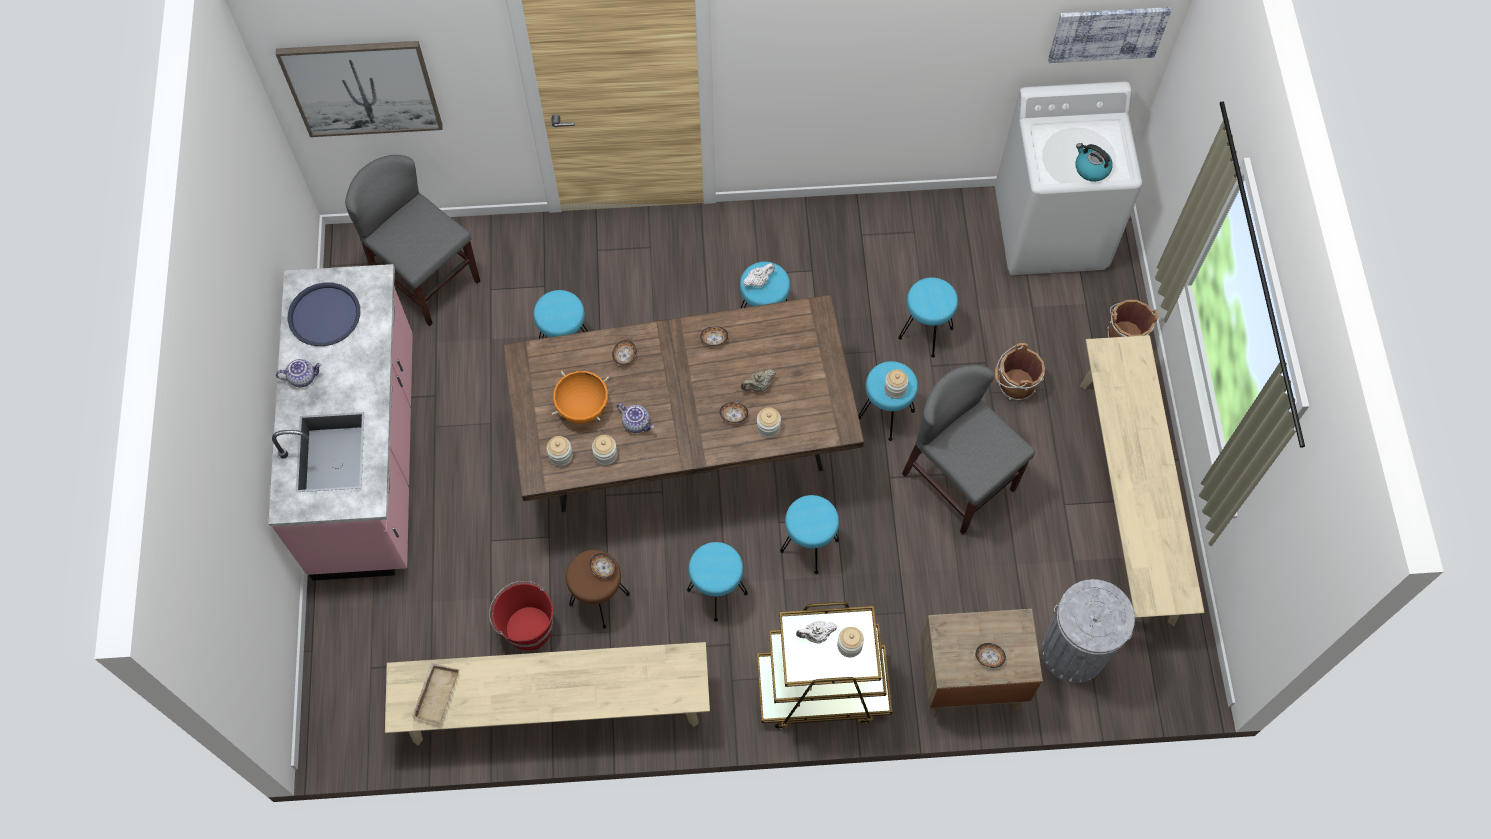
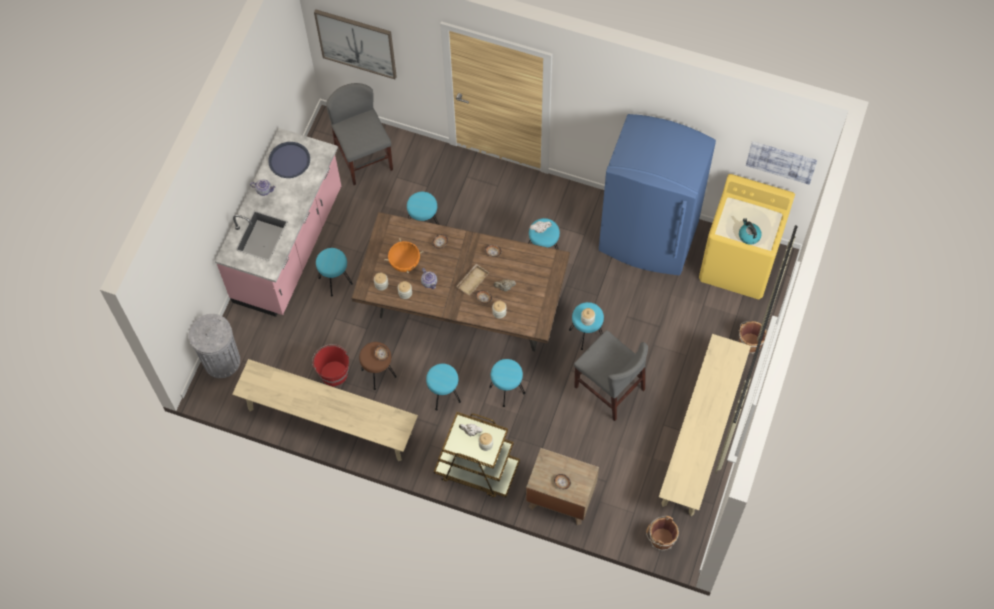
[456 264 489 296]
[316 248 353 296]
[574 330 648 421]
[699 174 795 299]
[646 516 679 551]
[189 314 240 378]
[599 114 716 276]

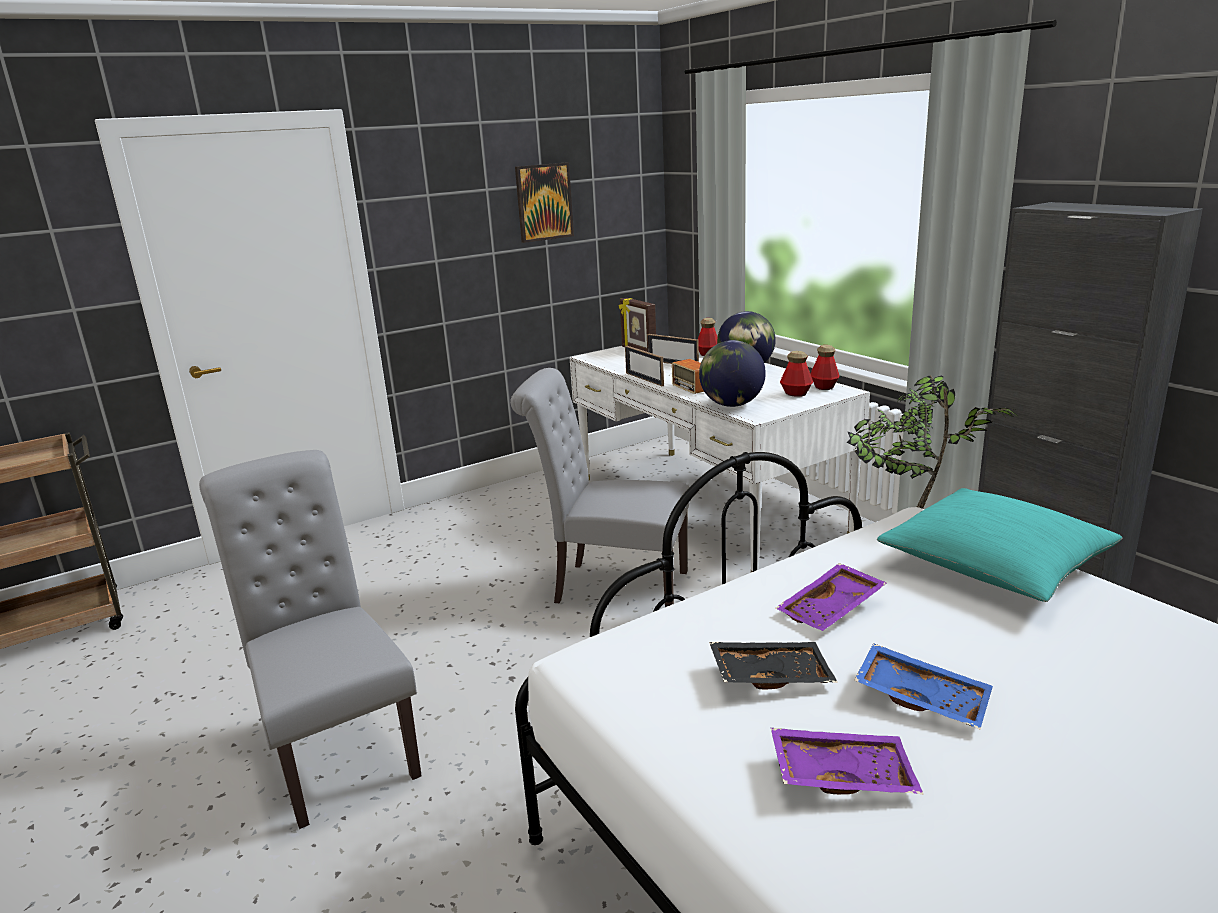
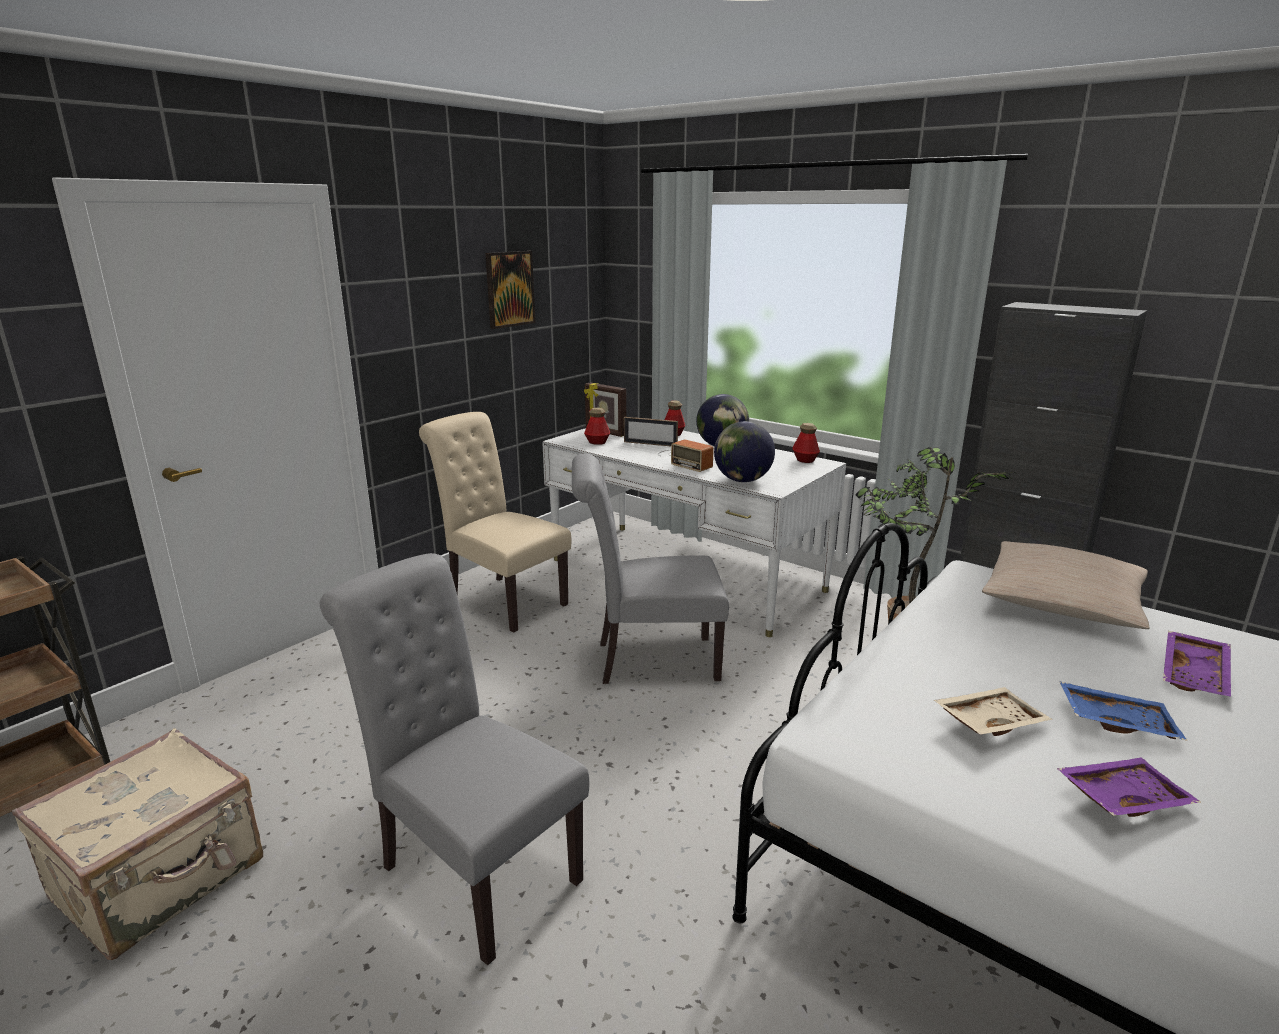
[625 346 664 386] (first image)
[934 687 1053 736]
[1163 631 1231 697]
[584 408 610 445]
[982 541 1149 629]
[12 728 263 960]
[419 412 571 632]

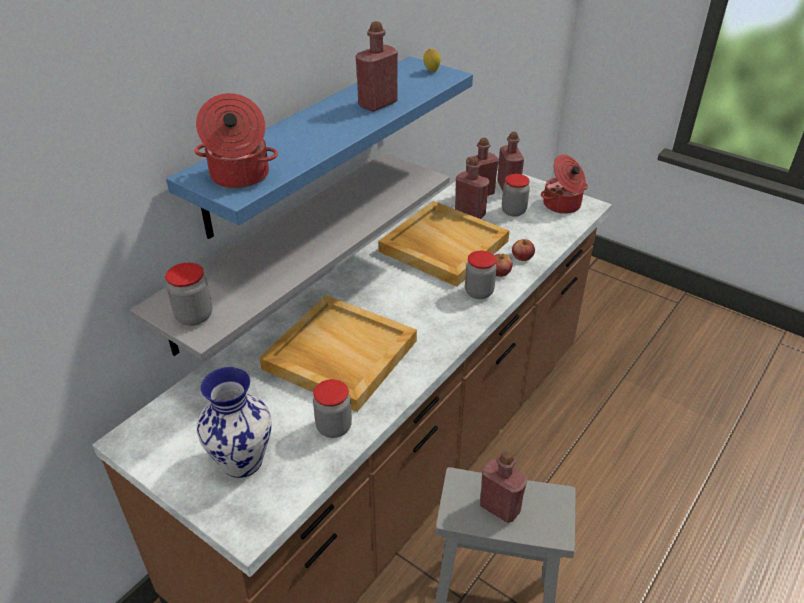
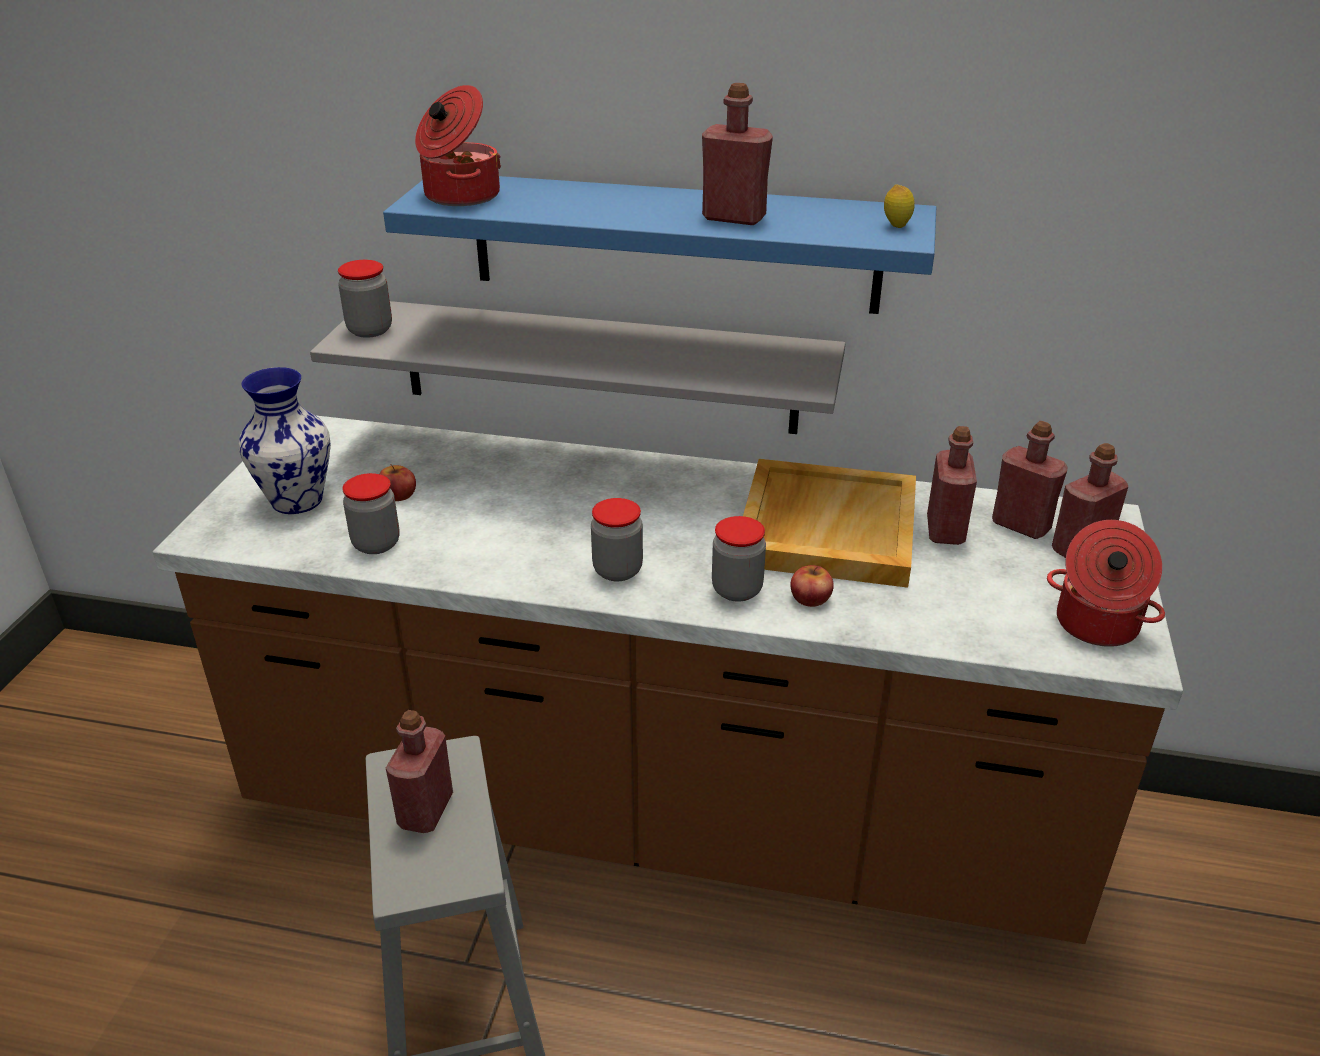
[259 295 417 412] (first image)
[591 498 643 582]
[380 464 416 501]

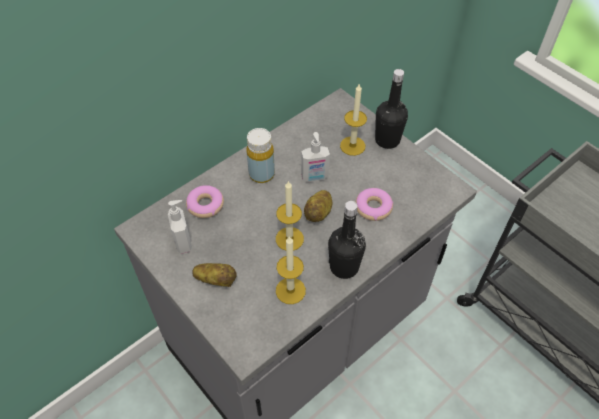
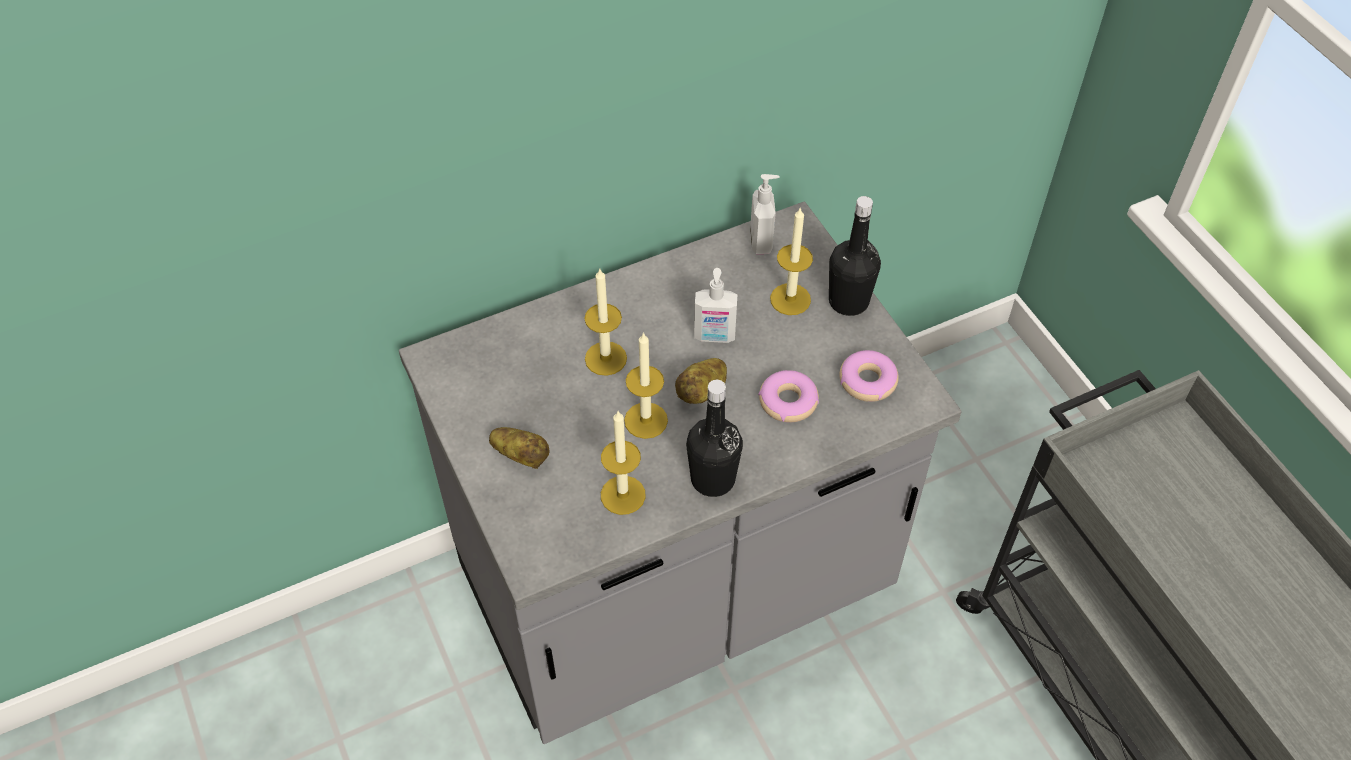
[750 174 780 254]
[839 350 899 402]
[247 128 275 183] (first image)
[584 269 627 376]

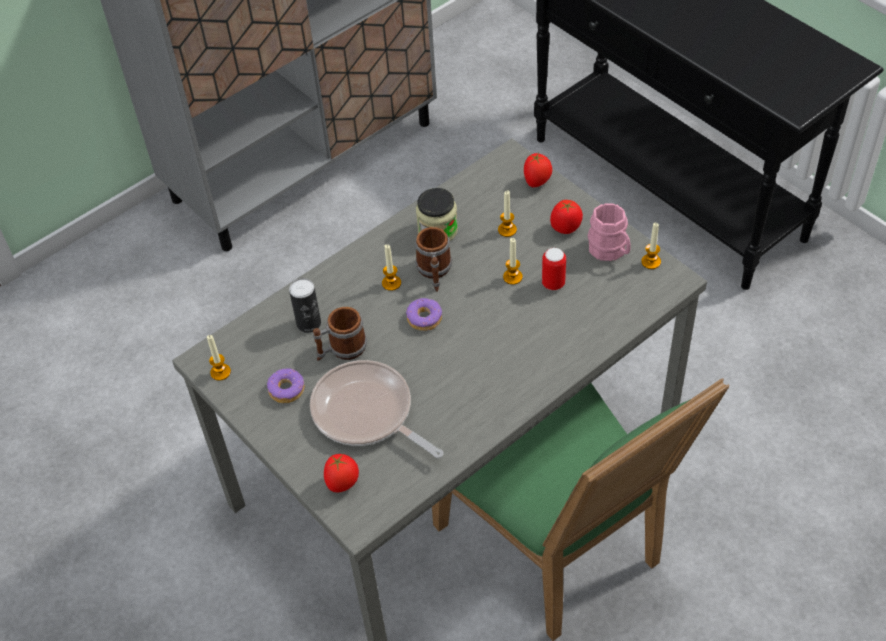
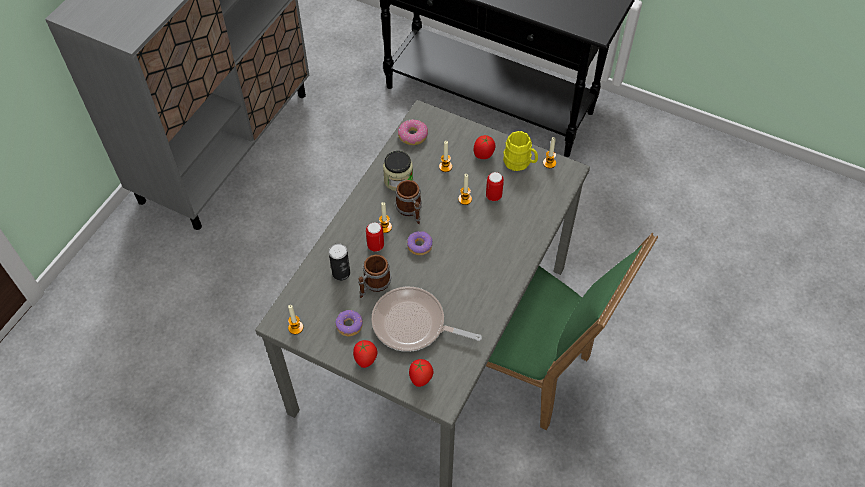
[353 340 377 368]
[503 131 538 171]
[366 222 384 252]
[398 119 428 145]

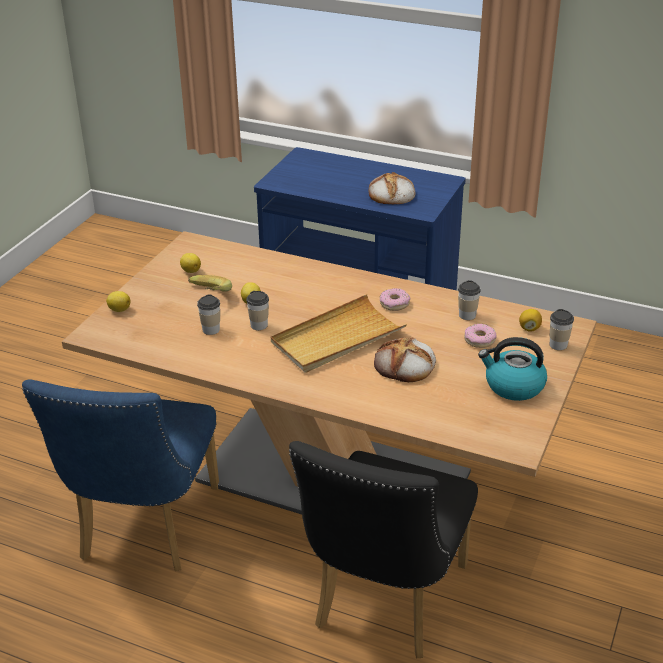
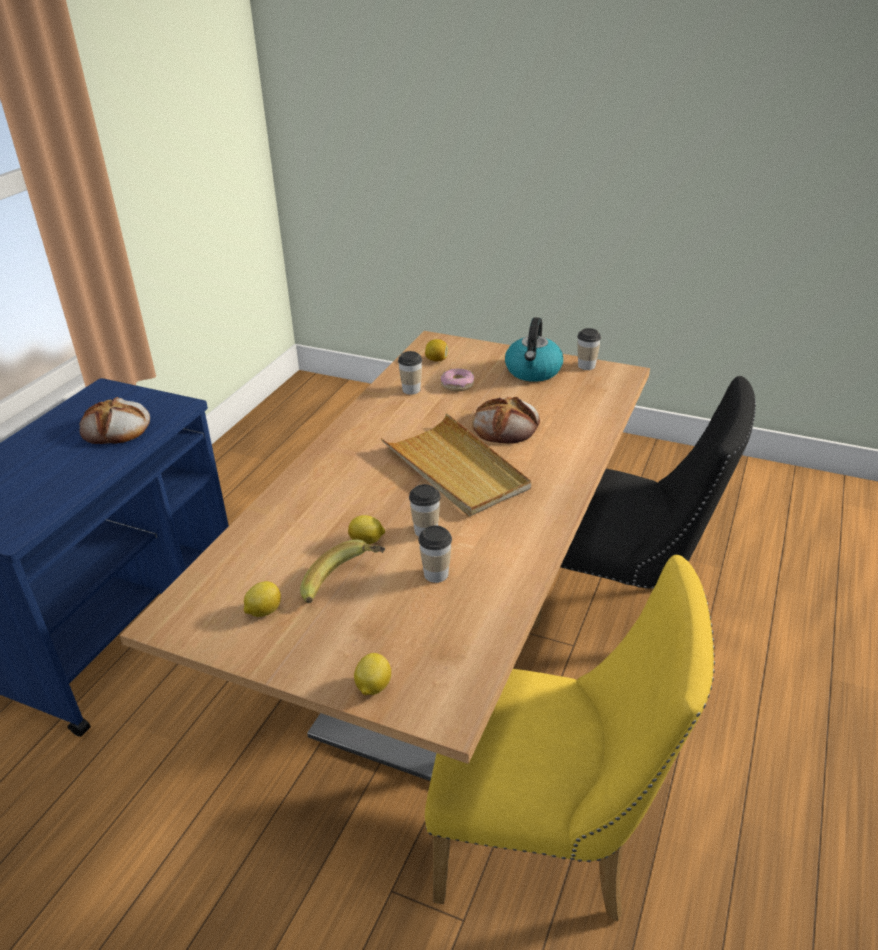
[425 555 715 921]
[380 288 411 311] (first image)
[577 328 601 370]

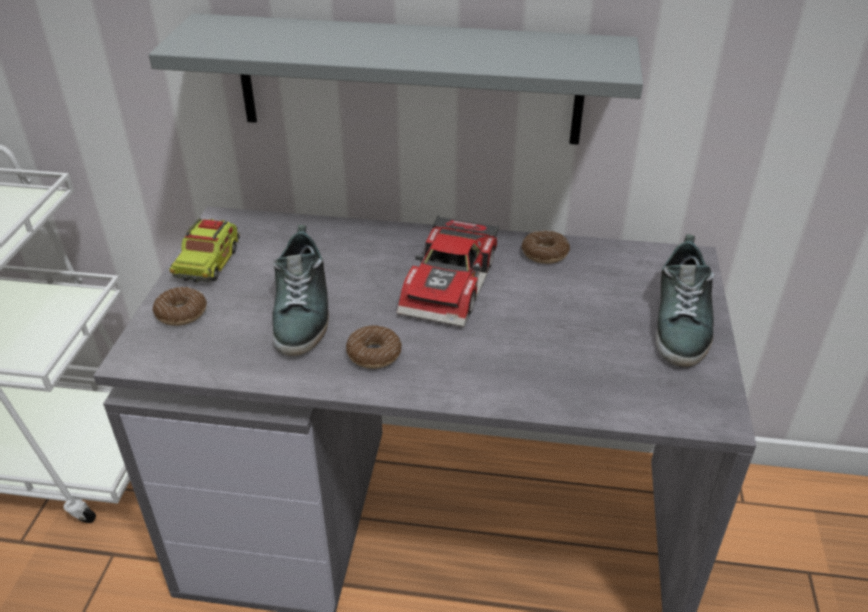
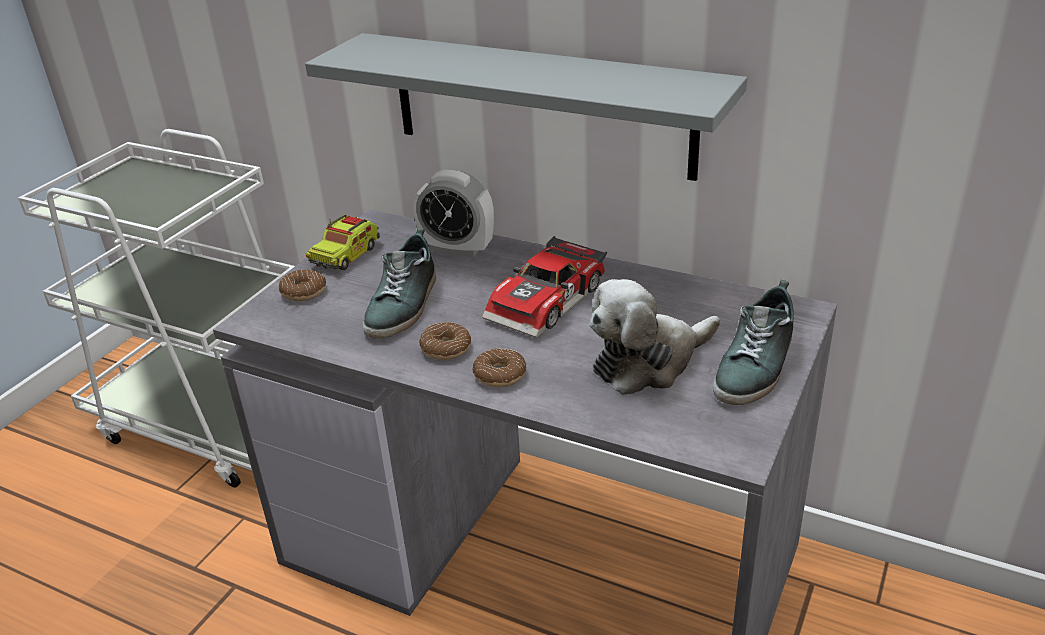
[473 348 526 388]
[414 170 494 257]
[589 279 720 395]

